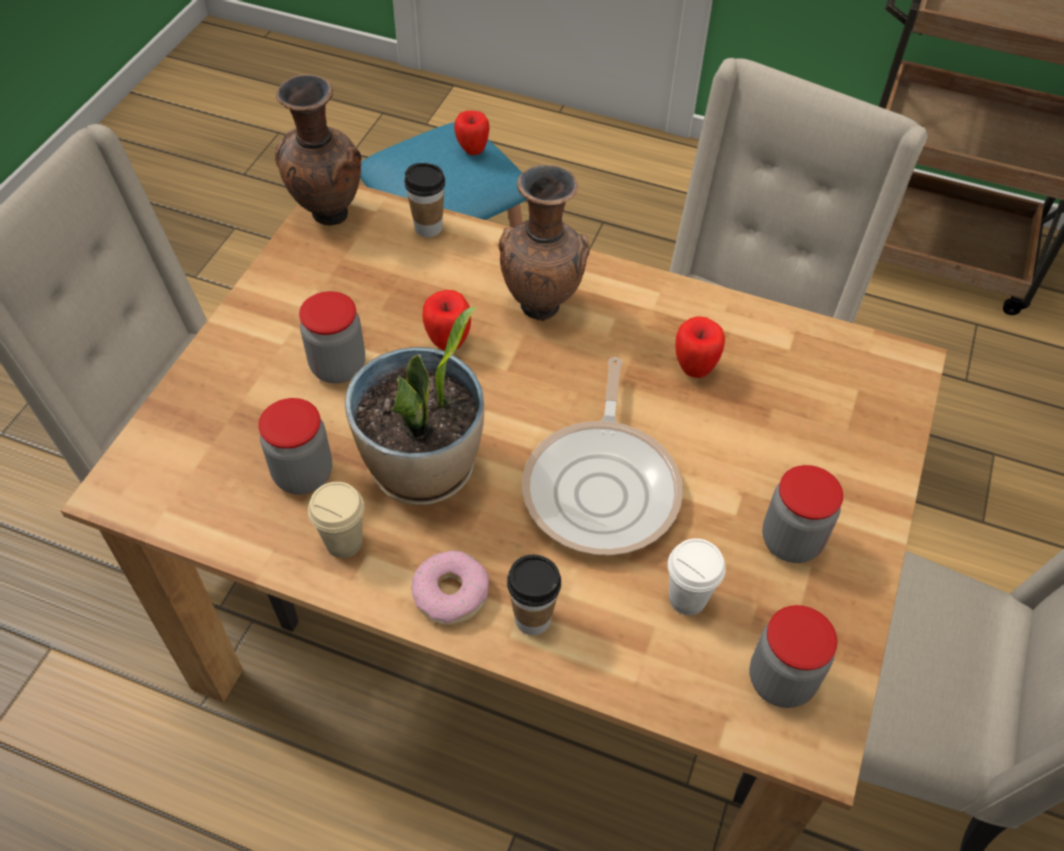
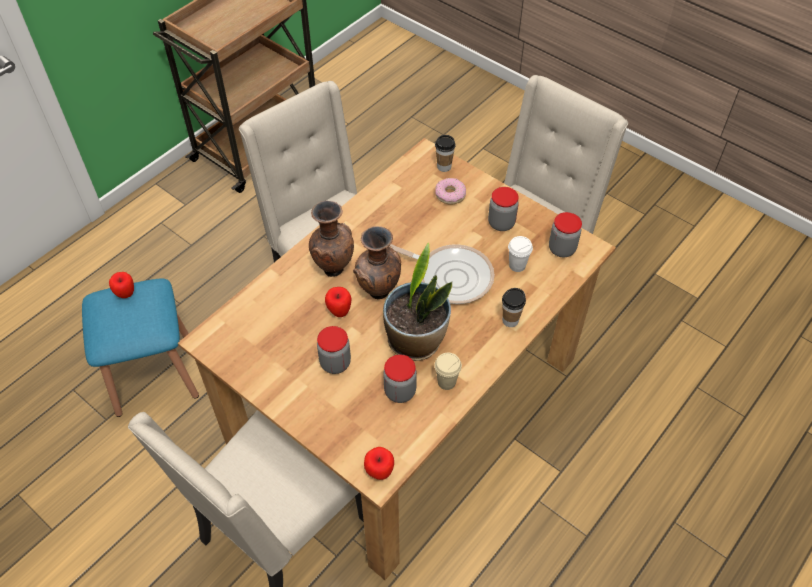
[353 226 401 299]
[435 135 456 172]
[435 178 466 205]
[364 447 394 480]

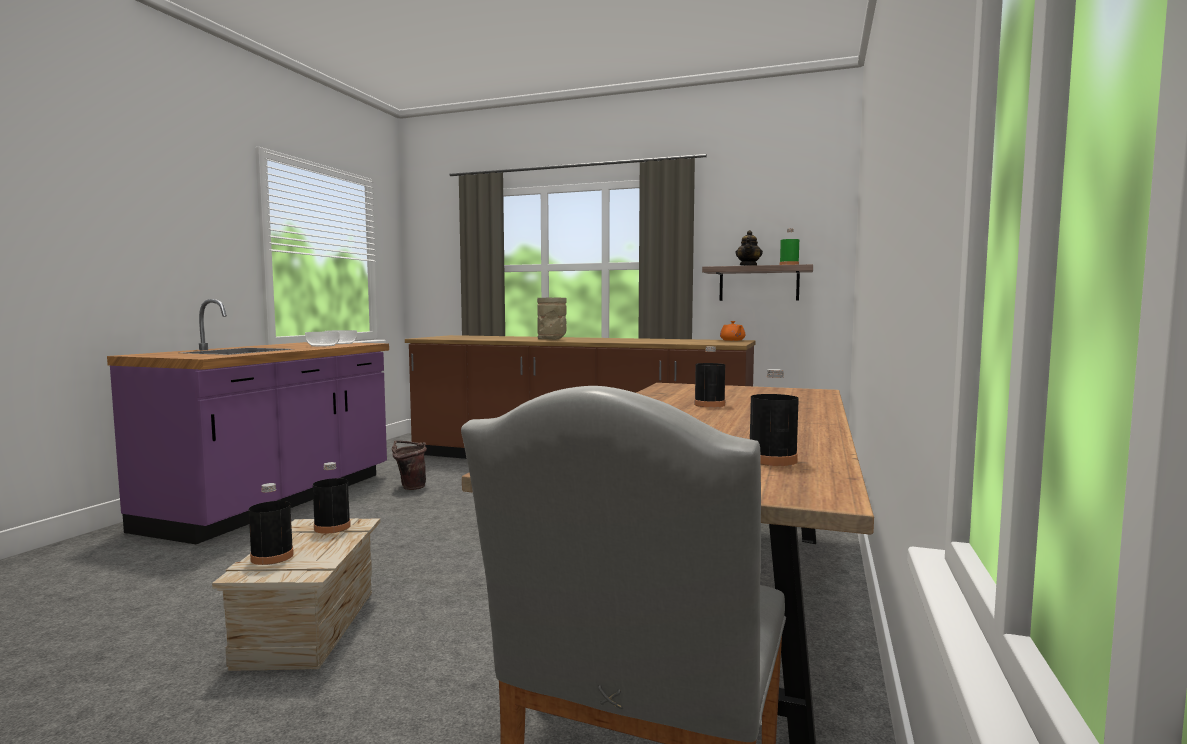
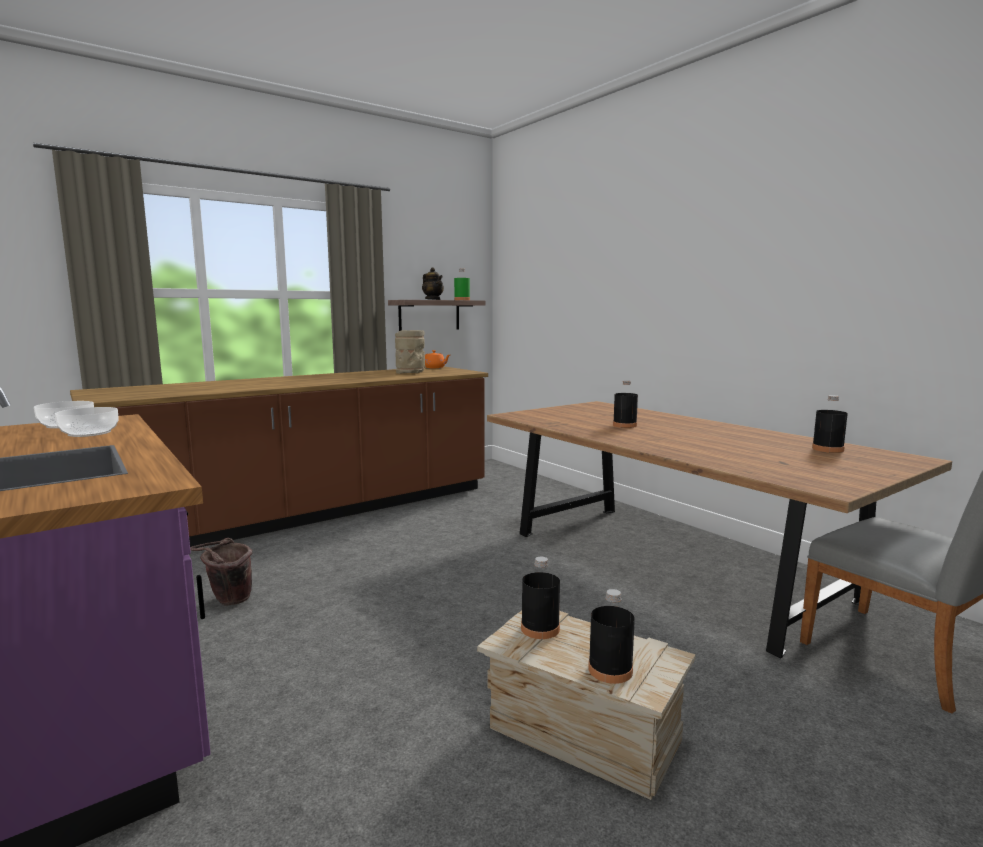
[395 330 425 374]

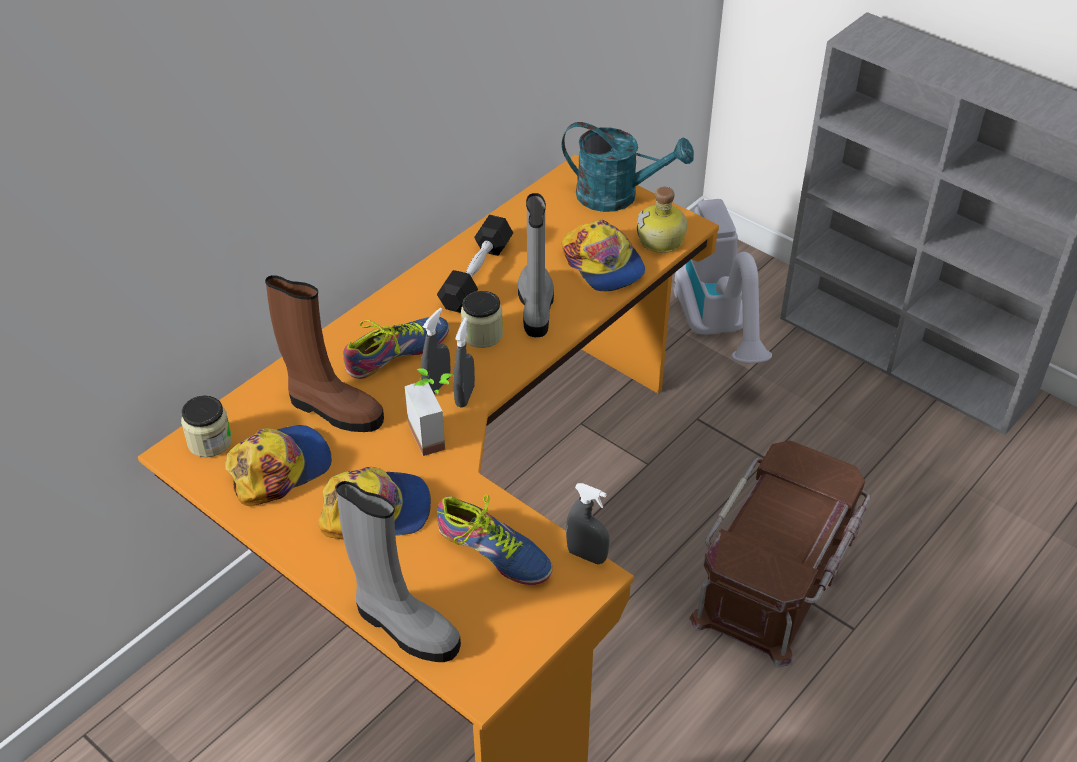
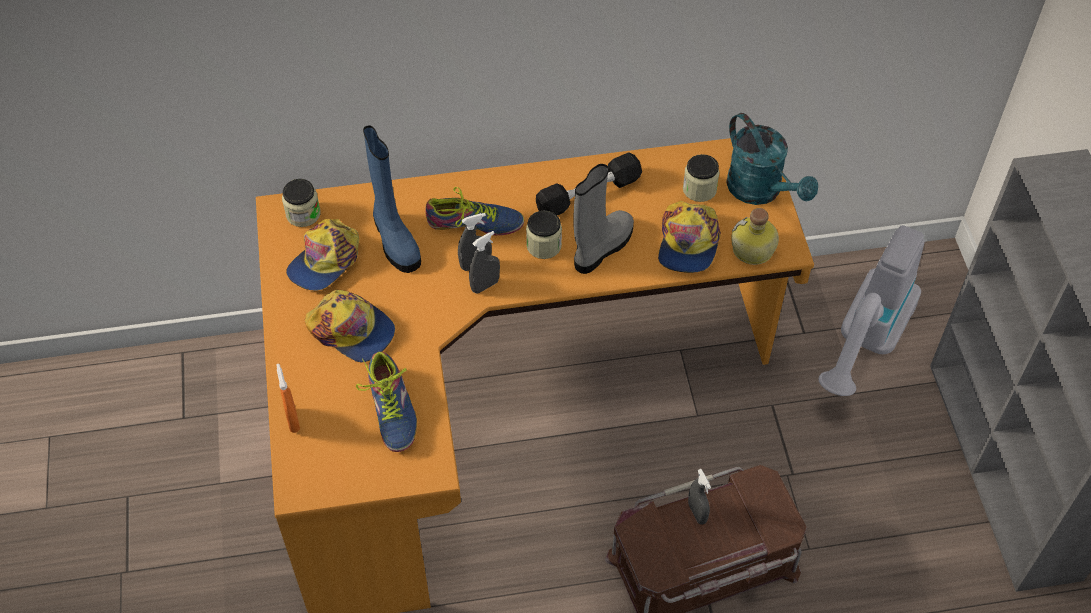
[286 219 359 291]
[363 125 421 273]
[277 364 300 433]
[405 368 452 456] (first image)
[688 469 711 525]
[683 154 719 202]

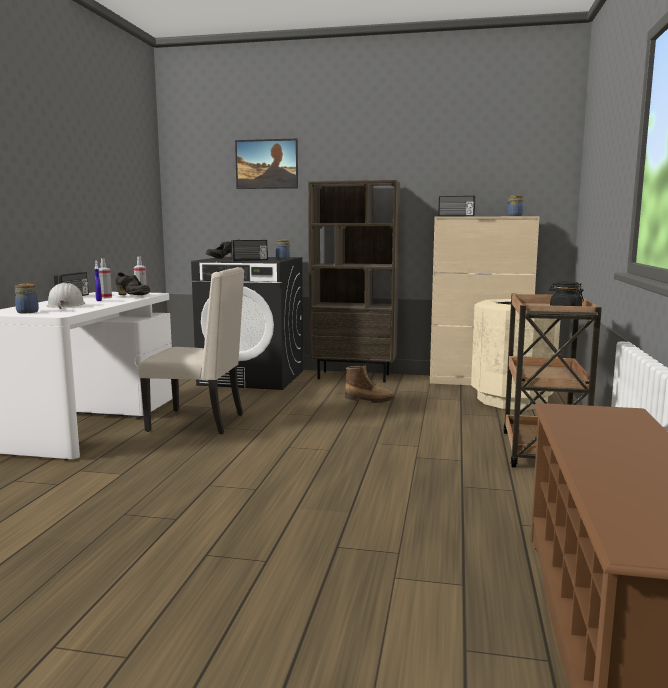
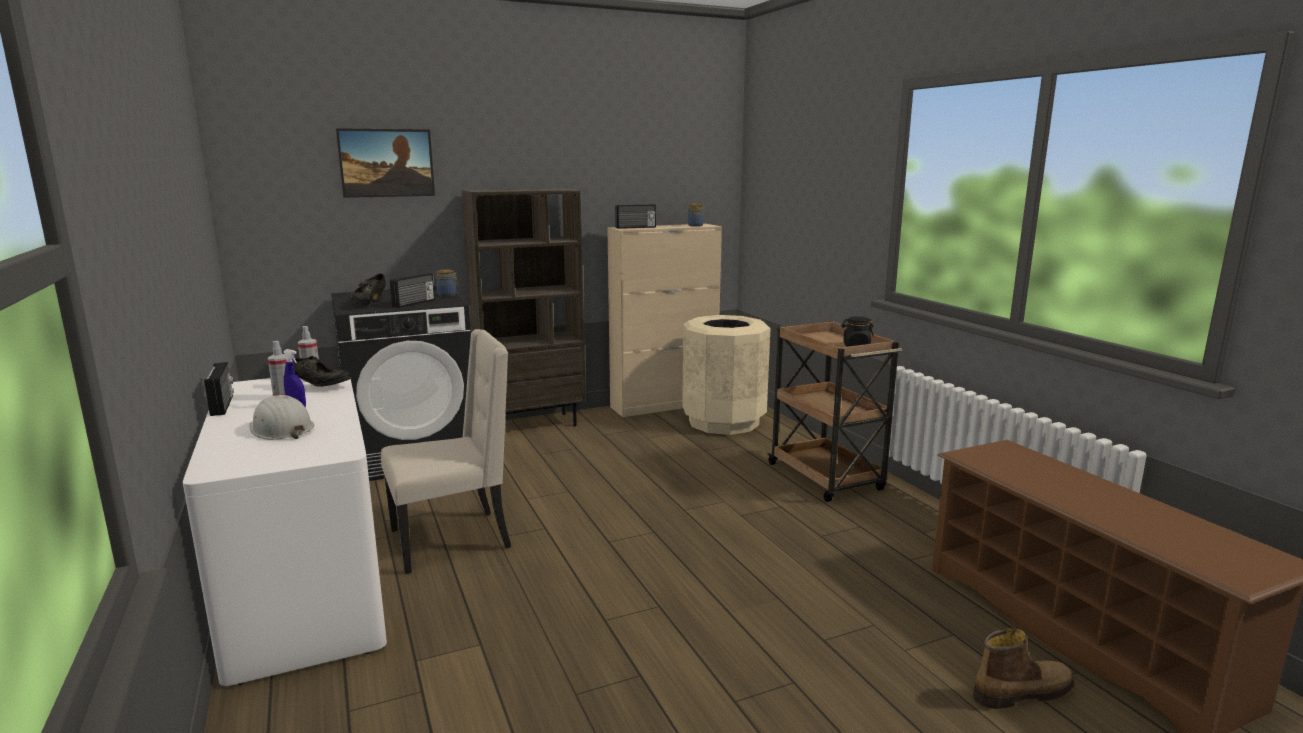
[15 284 39 313] (first image)
[973 628 1074 709]

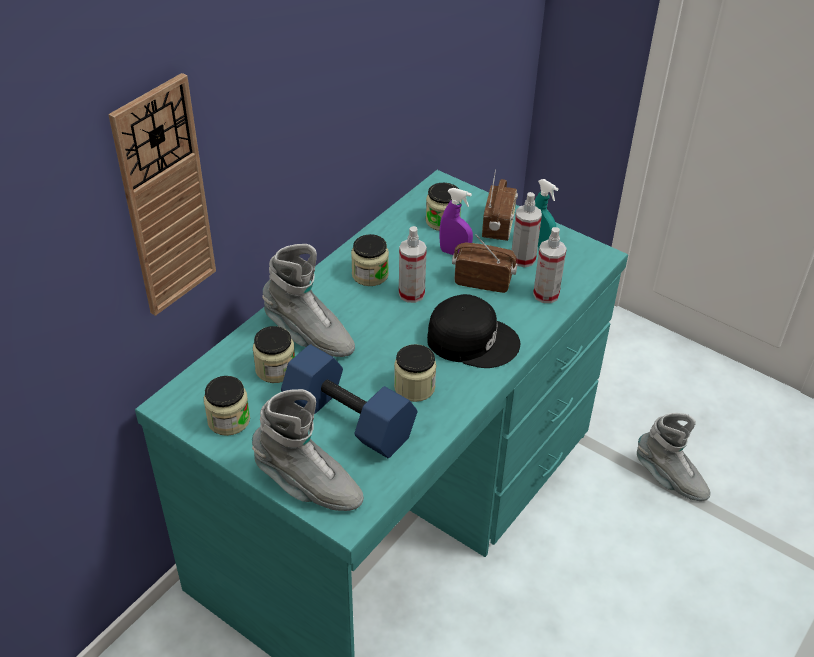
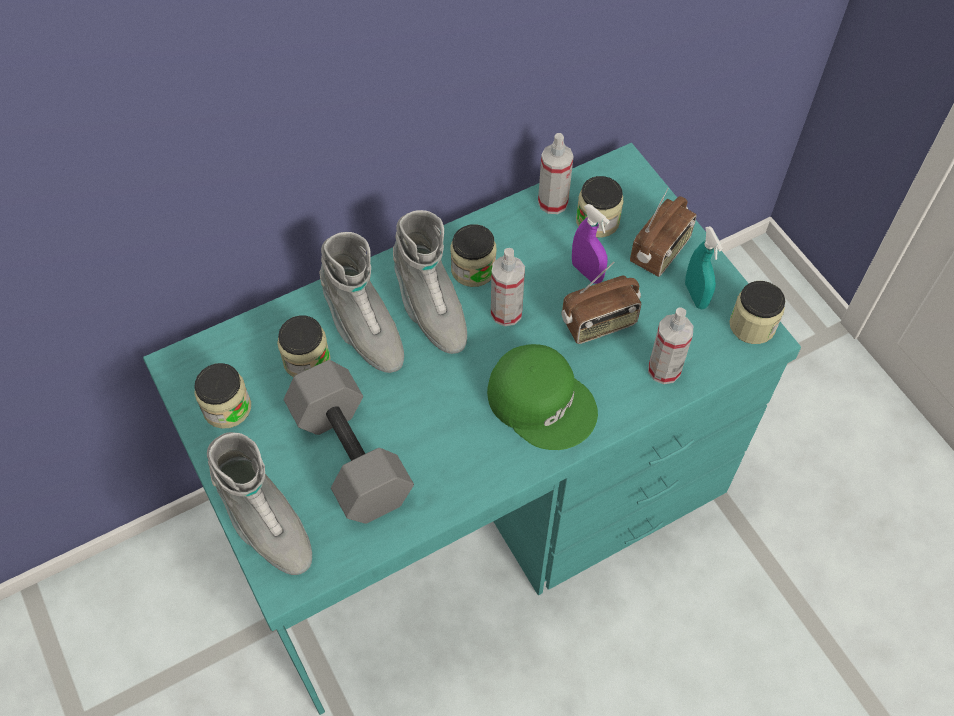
[108 73 216 316] (first image)
[284 360 414 524]
[729 281 785 344]
[487 344 598 450]
[561 262 641 344]
[538 133 574 214]
[393 210 467 354]

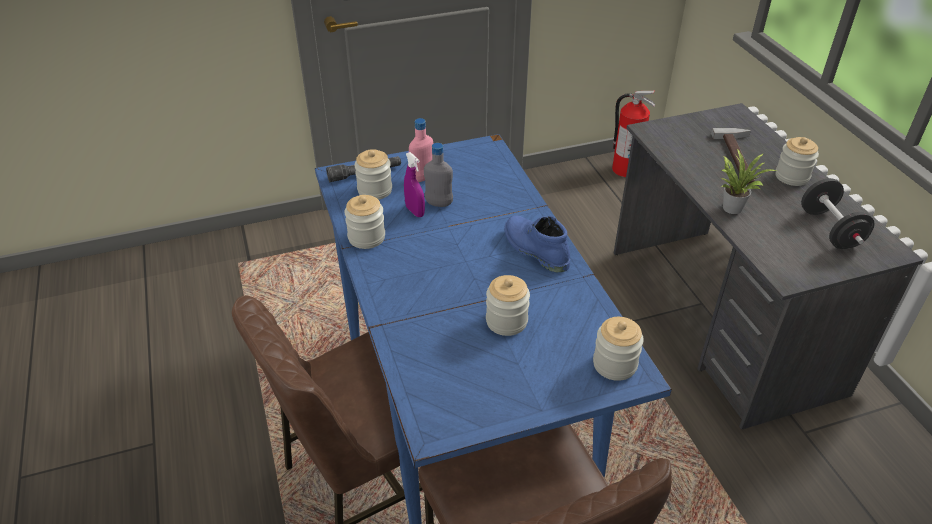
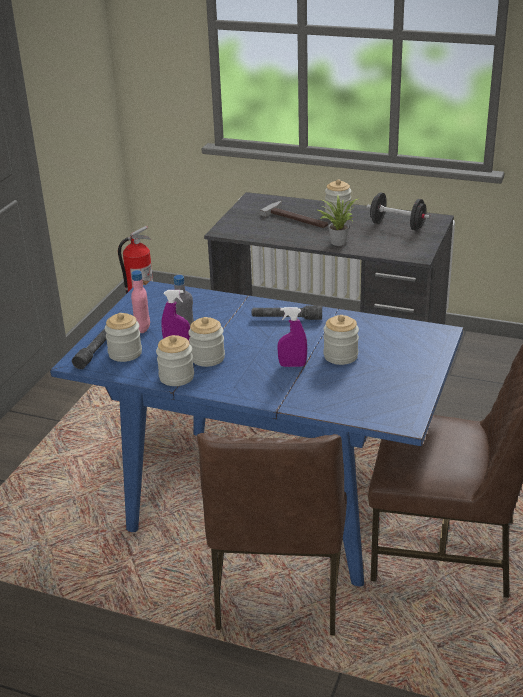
[252 305 322 320]
[188 317 225 367]
[277 307 307 367]

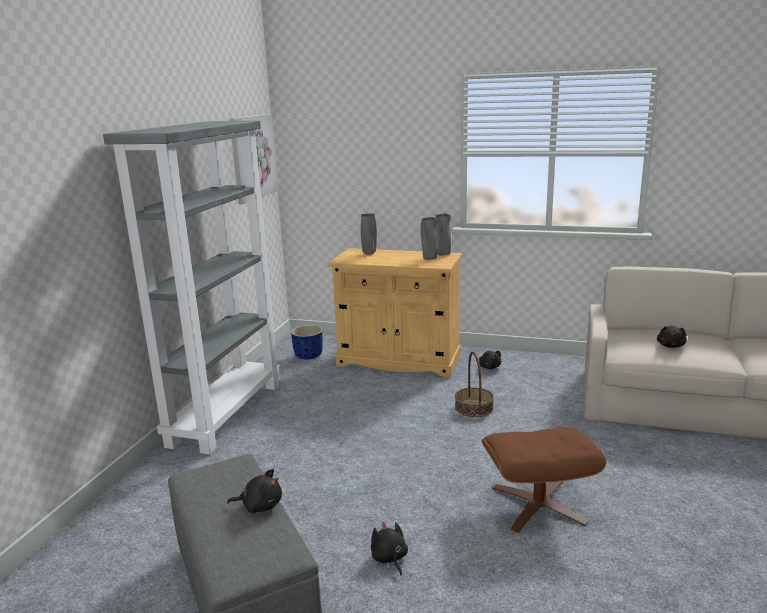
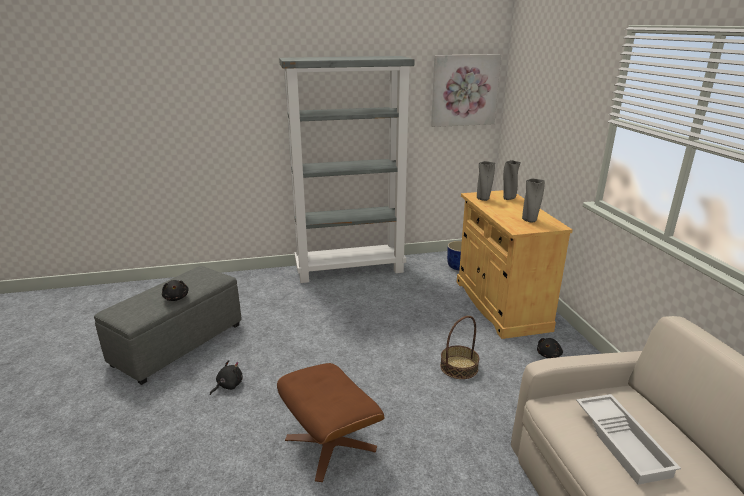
[477 161 495 201]
[576 394 681 485]

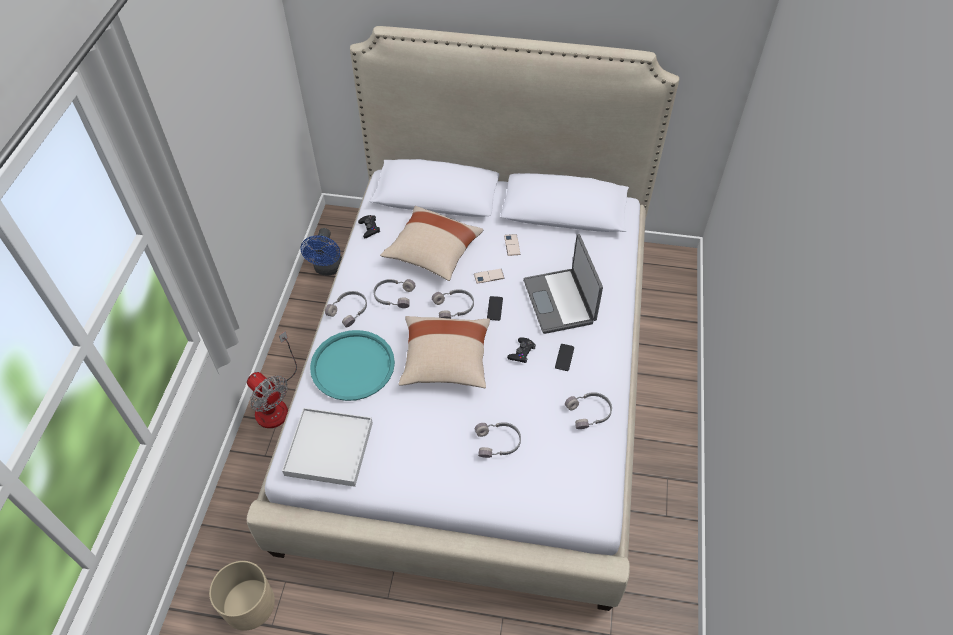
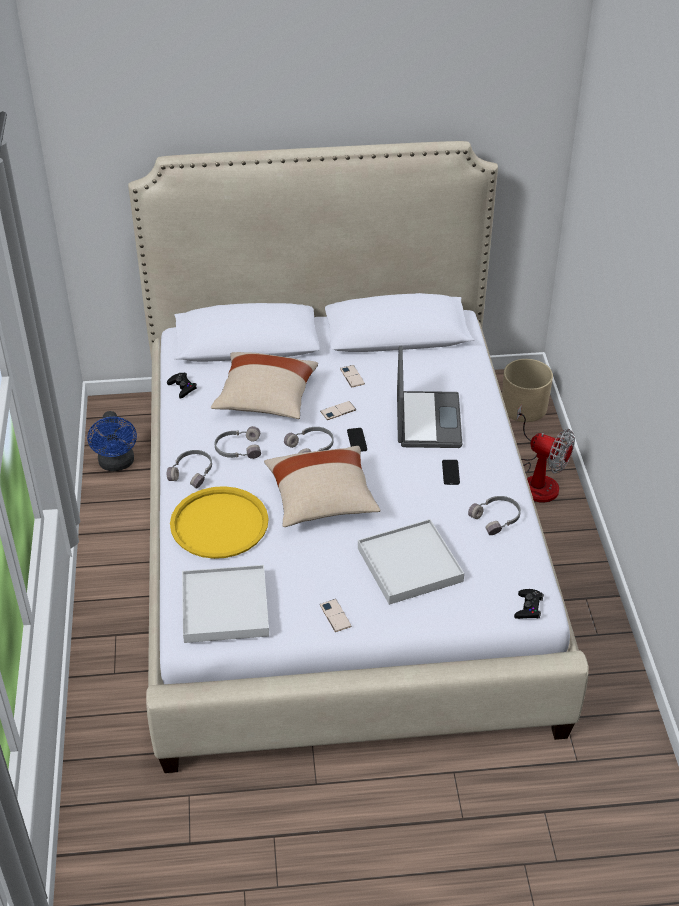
[502 359 553 422]
[517 405 575 502]
[170 486 269 559]
[358 519 464 605]
[514 589 544 619]
[397 346 462 448]
[320 599 352 632]

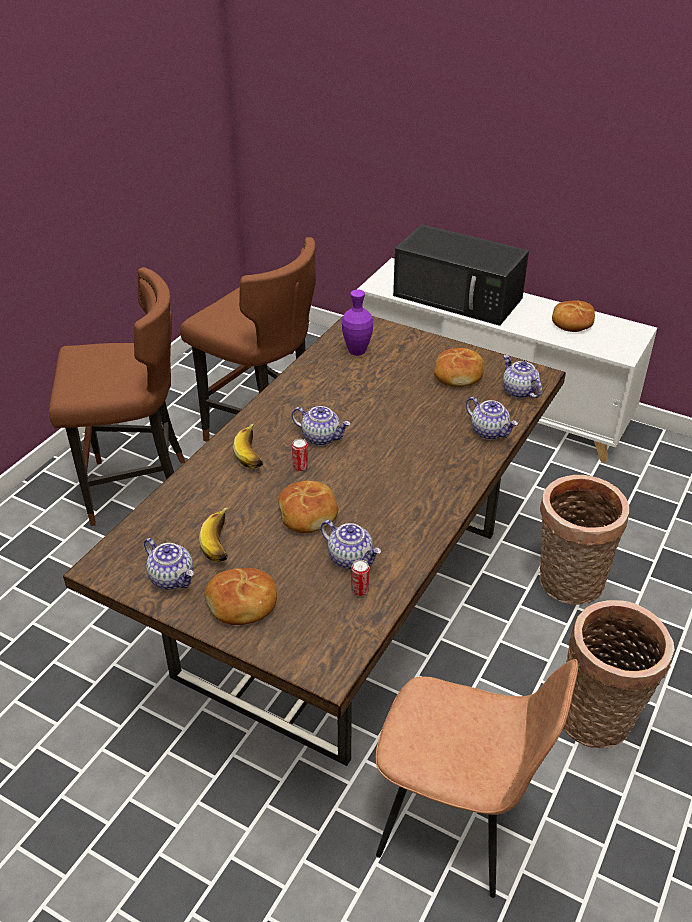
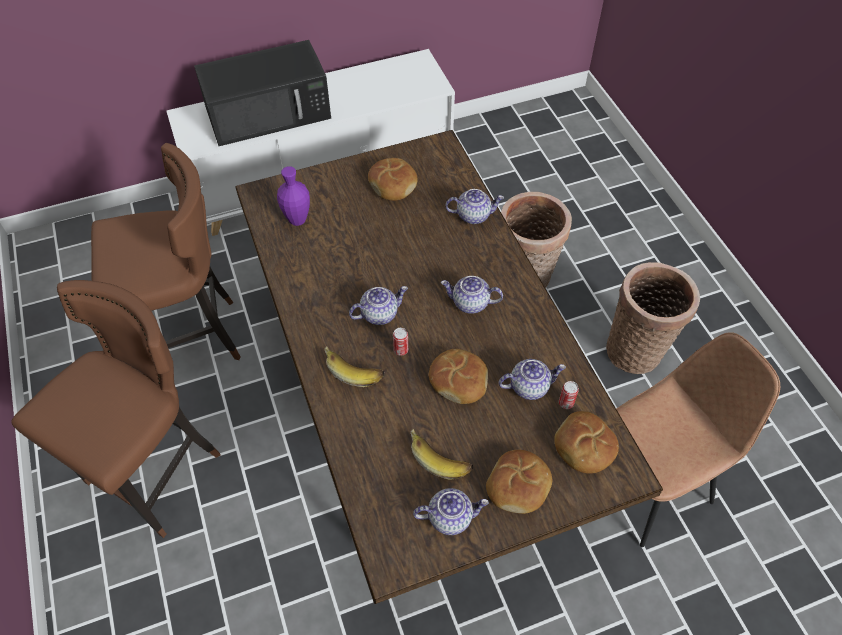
[441 276 503 314]
[554 411 619 474]

